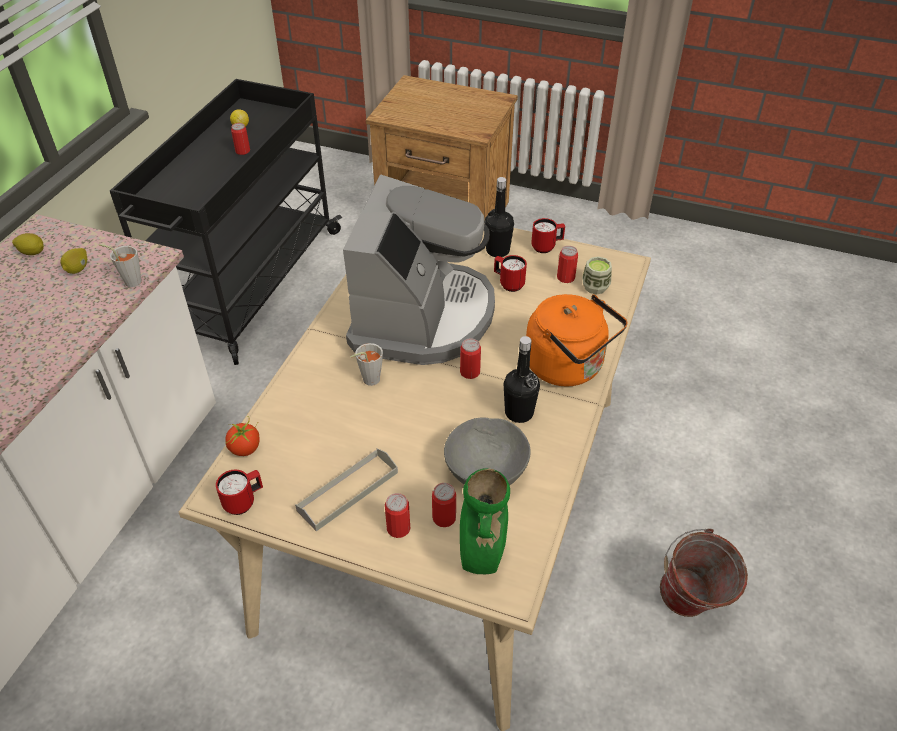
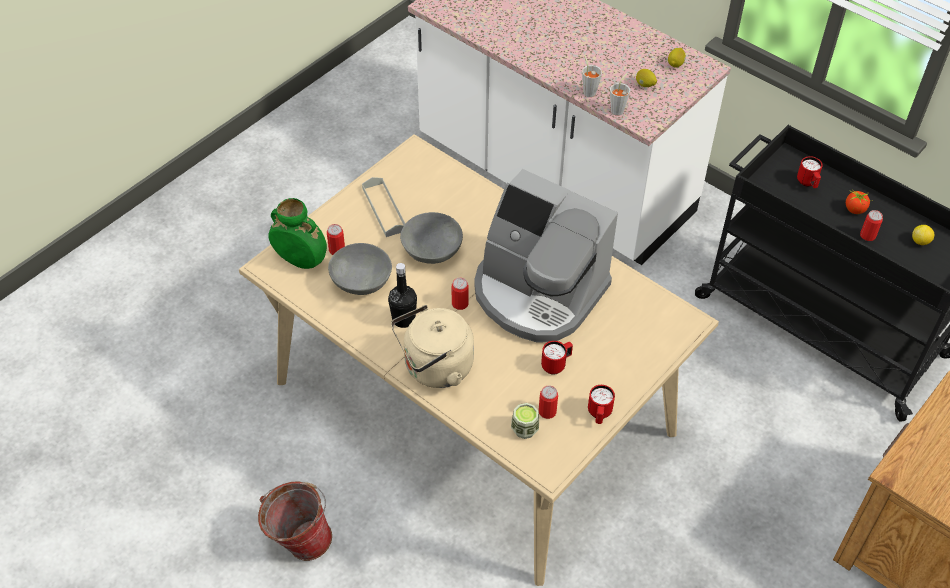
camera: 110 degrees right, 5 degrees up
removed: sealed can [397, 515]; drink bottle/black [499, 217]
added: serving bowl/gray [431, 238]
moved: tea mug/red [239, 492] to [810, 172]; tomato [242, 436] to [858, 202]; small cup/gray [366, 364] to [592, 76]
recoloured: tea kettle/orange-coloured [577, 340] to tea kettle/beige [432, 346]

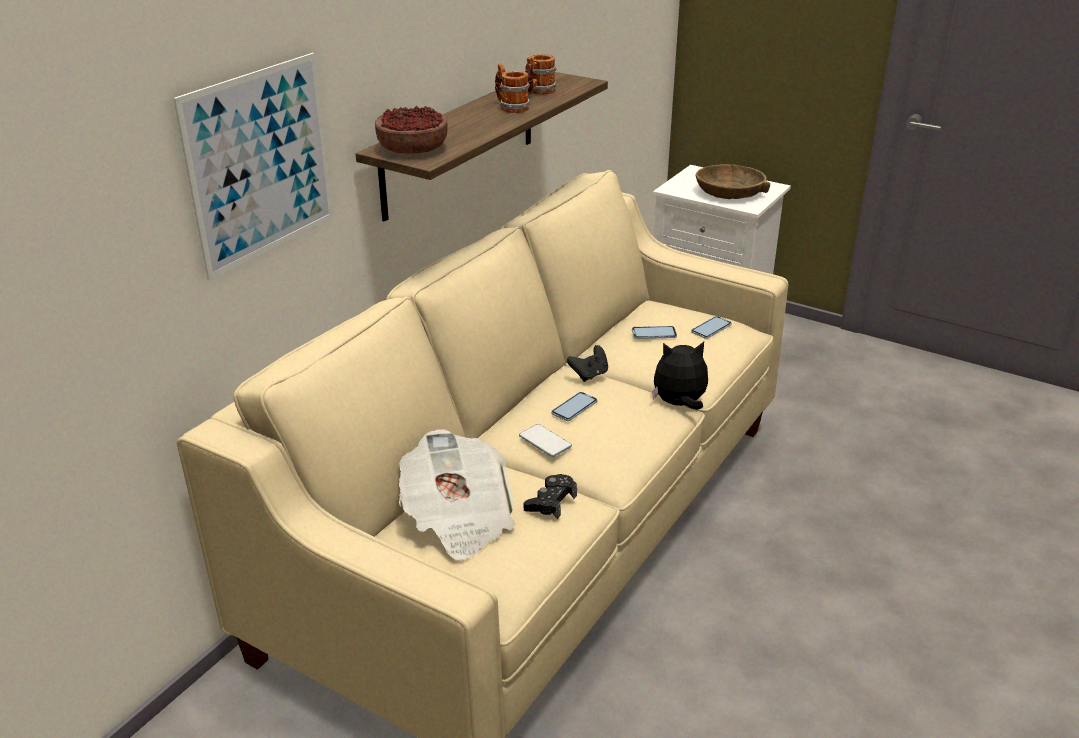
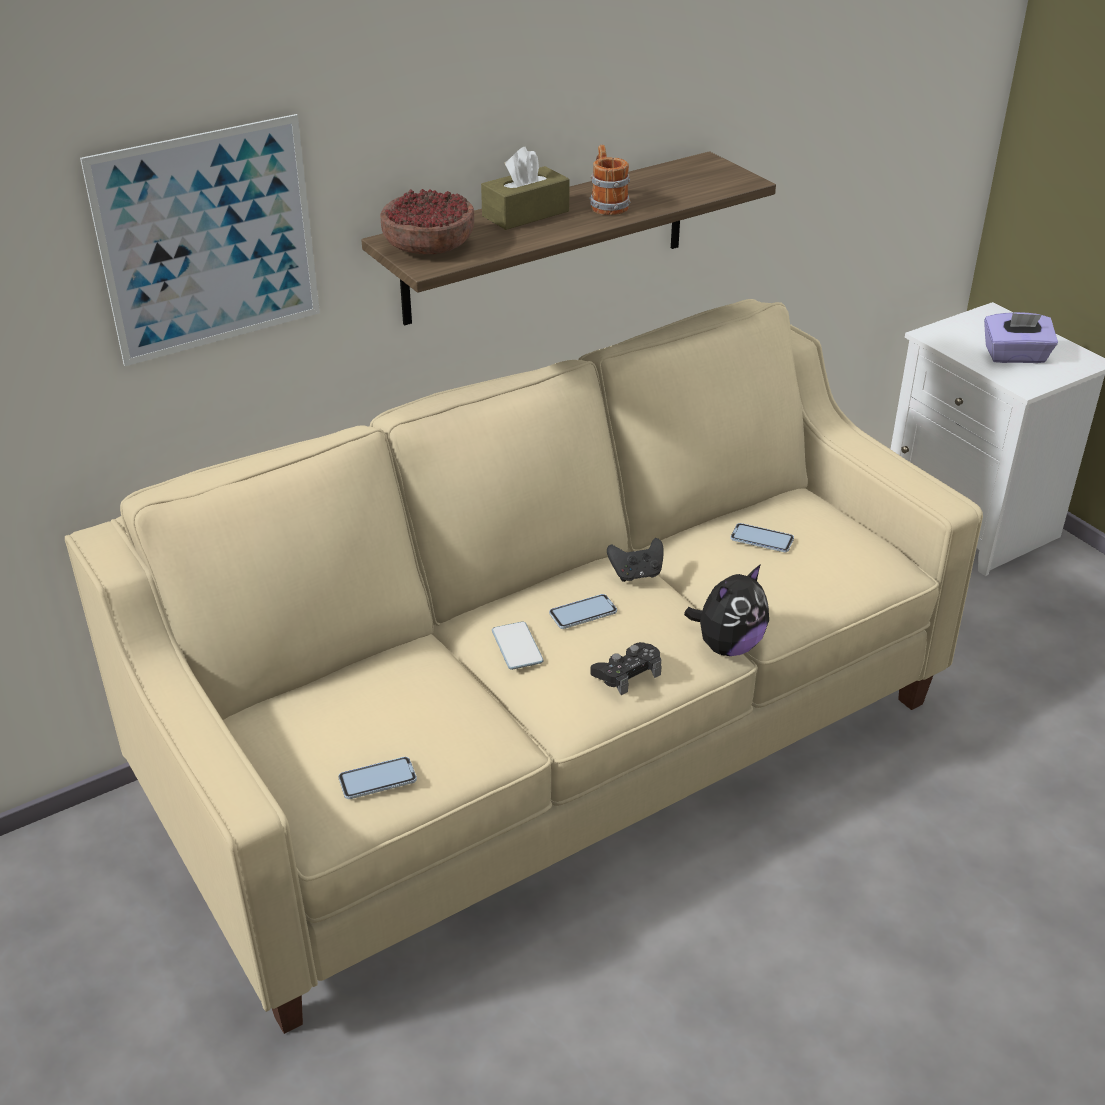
camera: 25 degrees right, 5 degrees up
removed: newspaper [457, 495]; tea mug [541, 74]
added: tissue holder/brown-coloured [525, 188]
moved: joypad/black [550, 496] to [625, 668]; handset [711, 327] to [377, 778]
replaced: serving bowl/brown-coloured [733, 181] to tissue holder/purplish [1021, 337]
turned: cuddly toy [680, 376] = [726, 610] 120 degrees clockwise

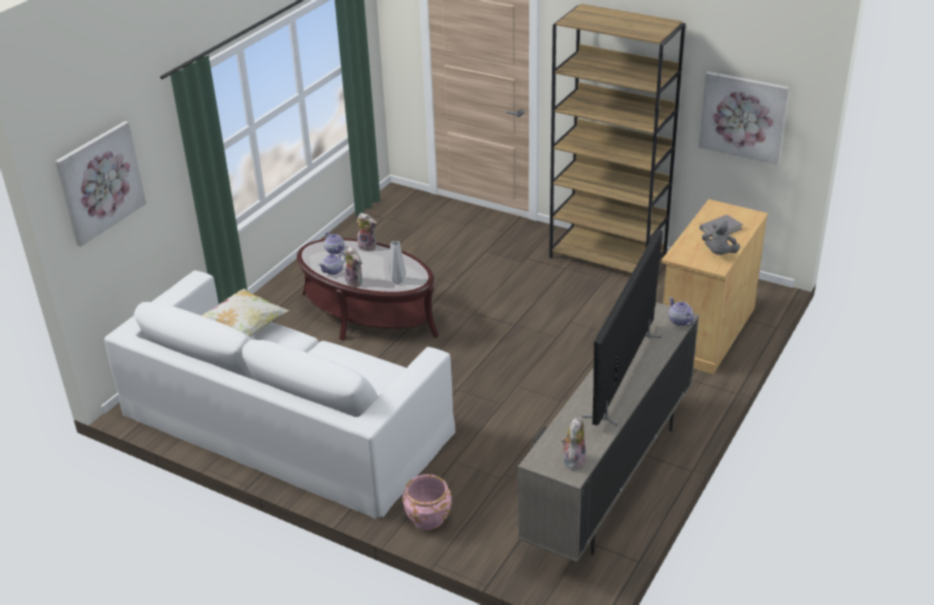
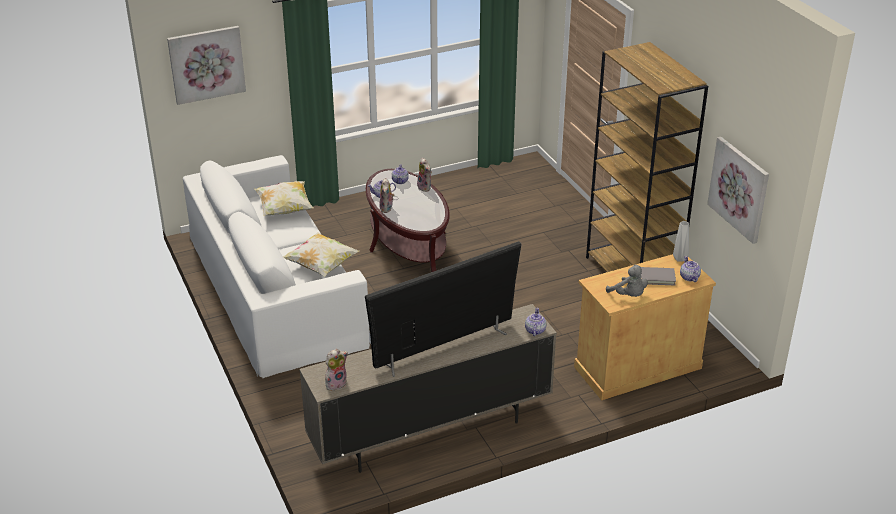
camera: 35 degrees right, 0 degrees up
removed: flower pot/pink [427, 502]
added: throw pillow [321, 254]; tea pot [690, 269]
moved: flower vase/gray [397, 262] to [681, 241]
turned: cuddly toy/gray [721, 237] = [627, 280] 90 degrees counterclockwise

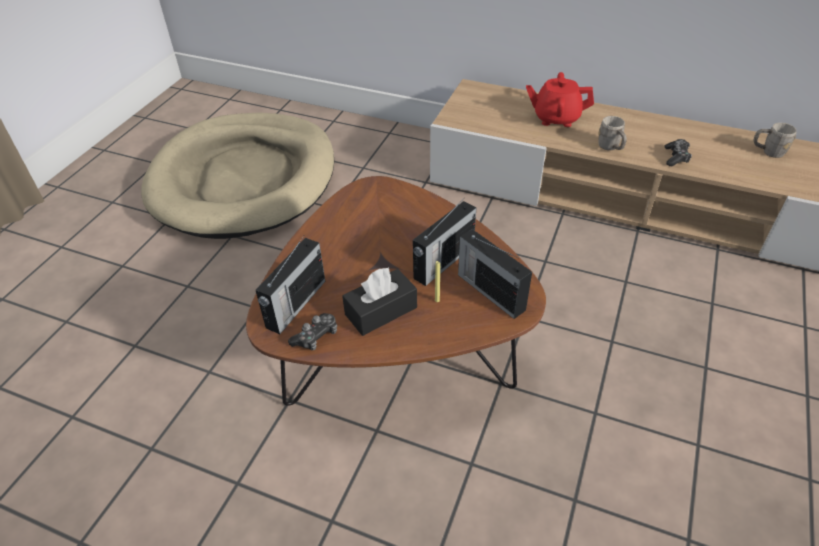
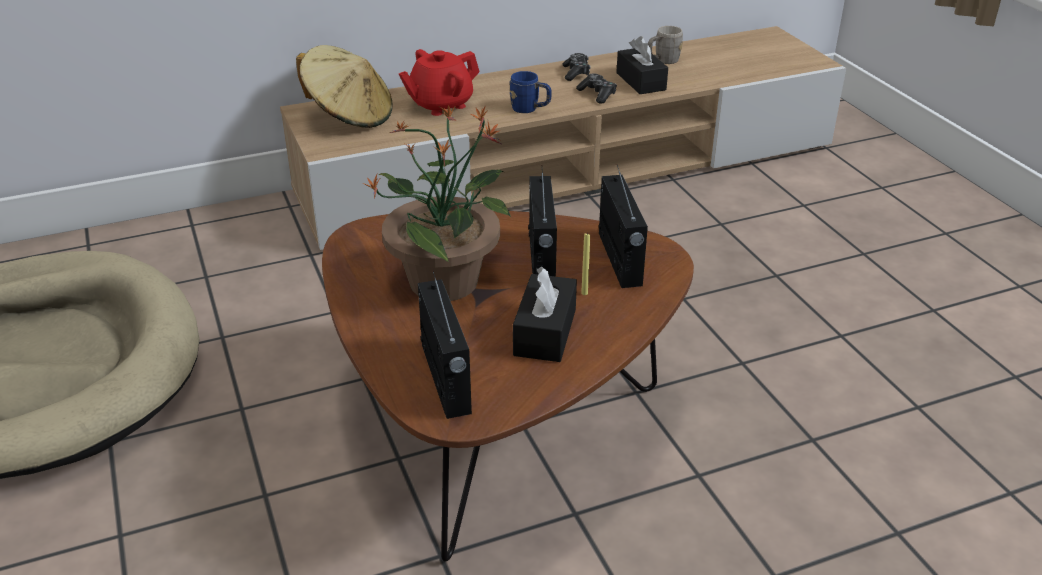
camera: 45 degrees left, 10 degrees down
added: wearable hat/beige [344, 86]; plant in a pot [436, 203]; tissue holder/black [642, 65]
moved: joypad [312, 331] to [577, 67]
recoloured: tea mug/gray [612, 133] to tea mug/blue-coloured [530, 92]
turned: radio set [495, 274] = [623, 226] 105 degrees counterclockwise

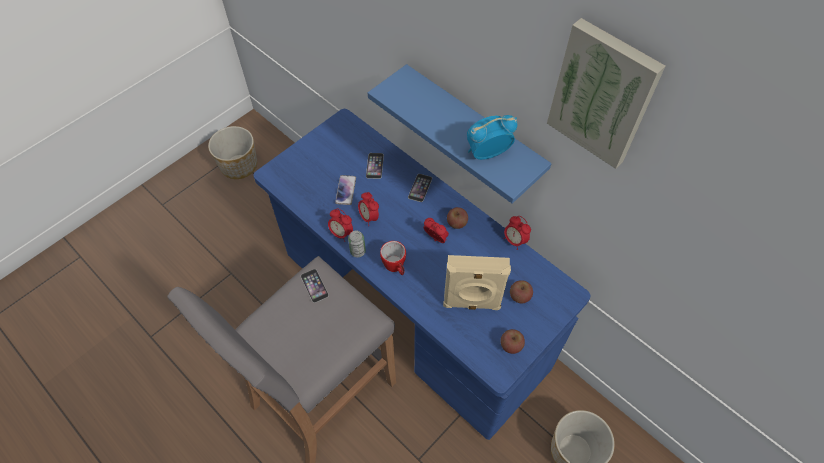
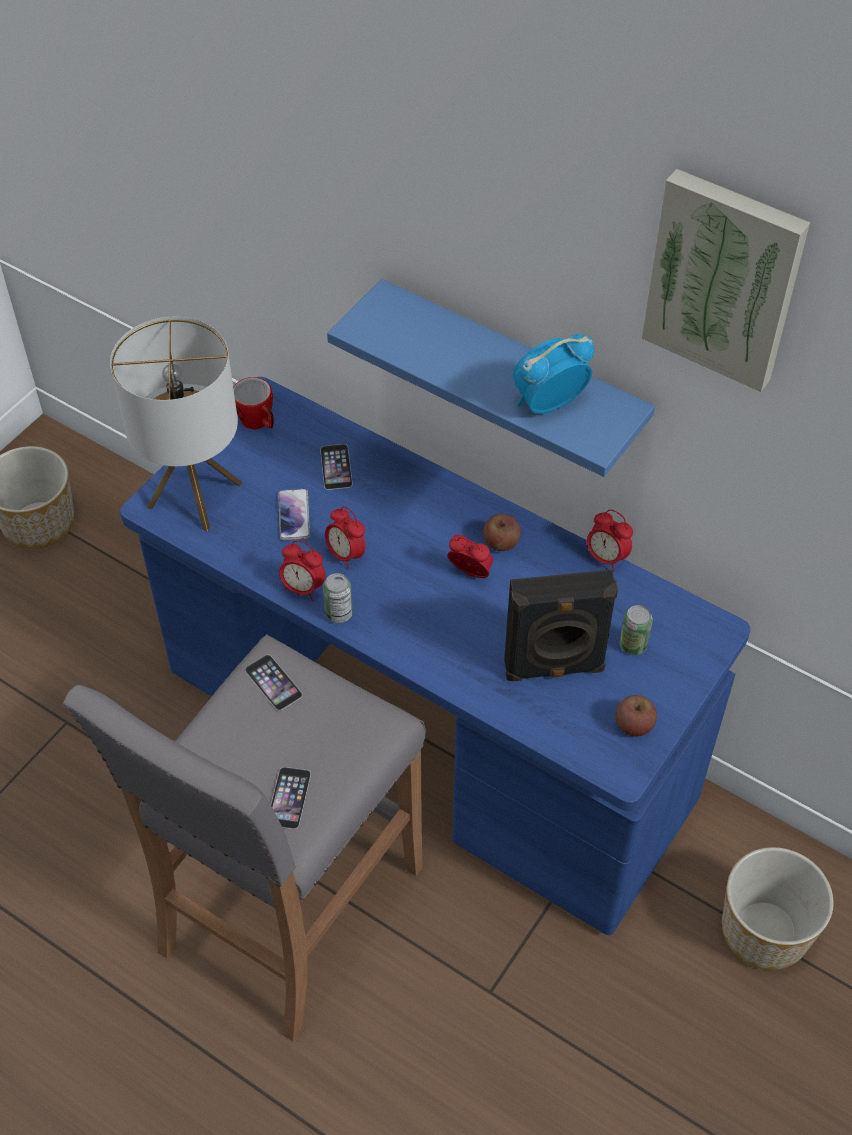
camera: 10 degrees left, 5 degrees down
added: table lamp [176, 424]
moved: tea mug [393, 258] to [253, 403]; handset [420, 188] to [291, 798]
replaced: apple [521, 291] to sealed can [636, 630]
recoloured: speaker/beige [477, 282] to speaker/black [561, 625]

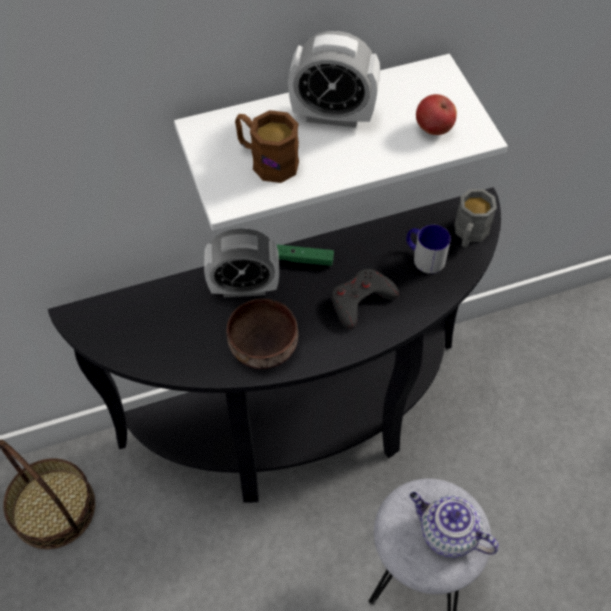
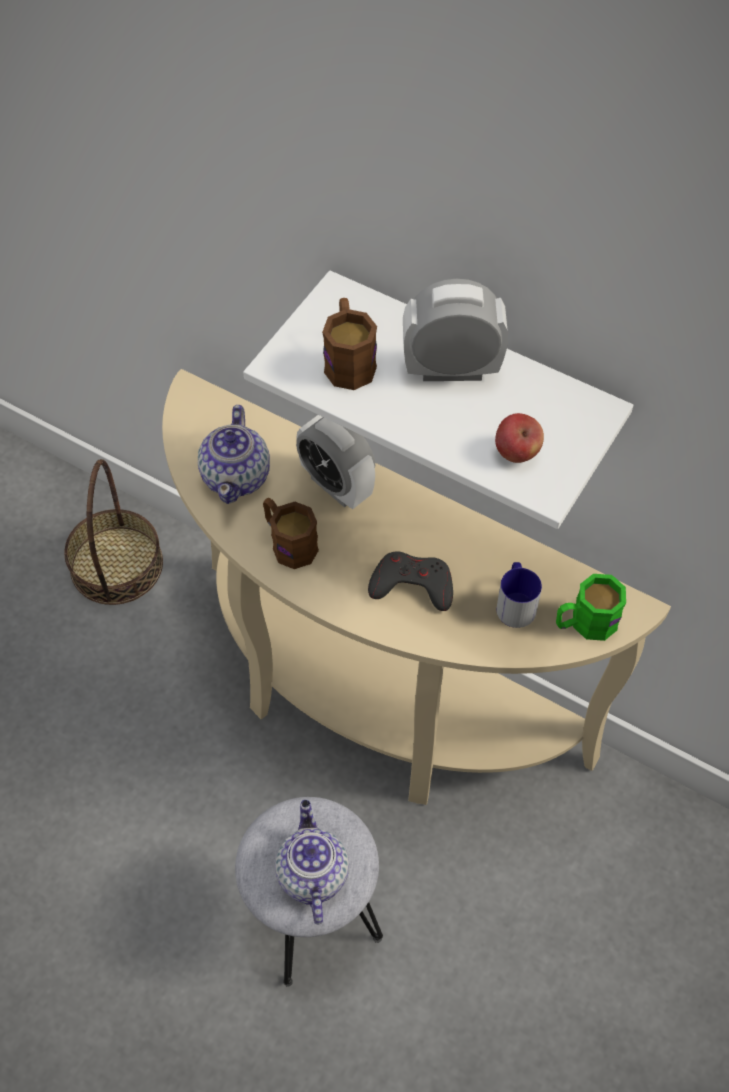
camera: 50 degrees right, 0 degrees up
removed: joypad/green [305, 255]
added: tea pot [234, 454]
replaced: serving bowl/brown-coloured [262, 334] to tea mug/brown-coloured [291, 533]
recoloured: console table/black [274, 345] to console table/beige [416, 587]; tea mug/gray [475, 218] to tea mug/green [591, 607]
turned: bedside clock [334, 79] = [455, 330] 120 degrees clockwise

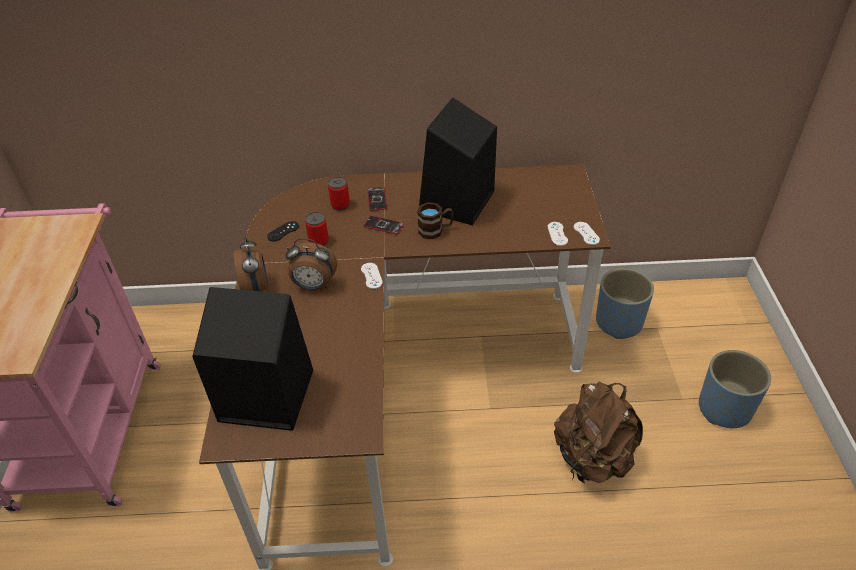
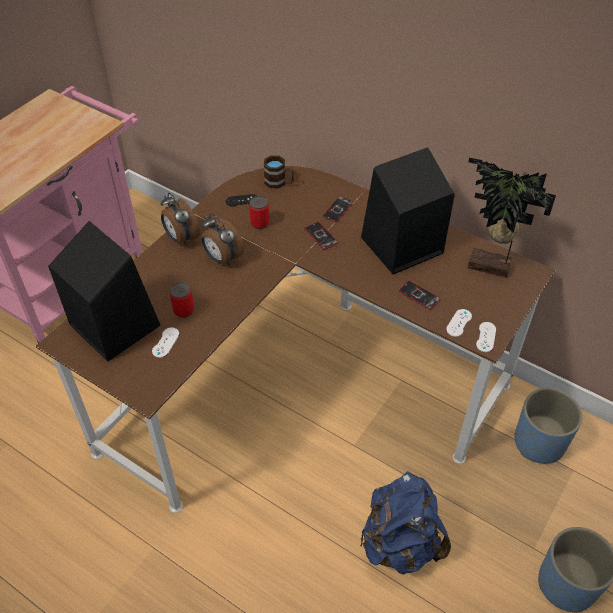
camera: 35 degrees right, 5 degrees up
added: handset [419, 295]; plant in a pot [512, 217]
moved: sealed can [339, 193] to [182, 300]; joypad/white [372, 276] to [165, 343]; tea mug/brown-coloured [435, 220] to [279, 172]
recoloured: rucksack/brown-coloured [598, 432] to rucksack/blue-coloured [405, 523]
turned: bedside clock [250, 264] = [180, 219] 120 degrees clockwise

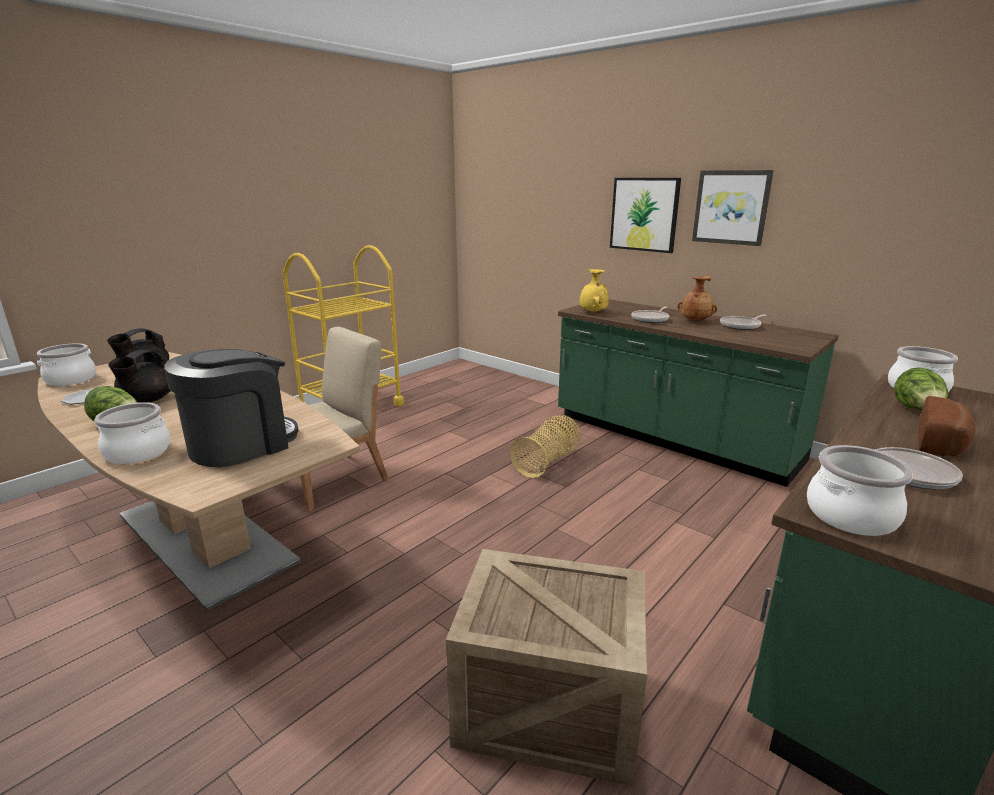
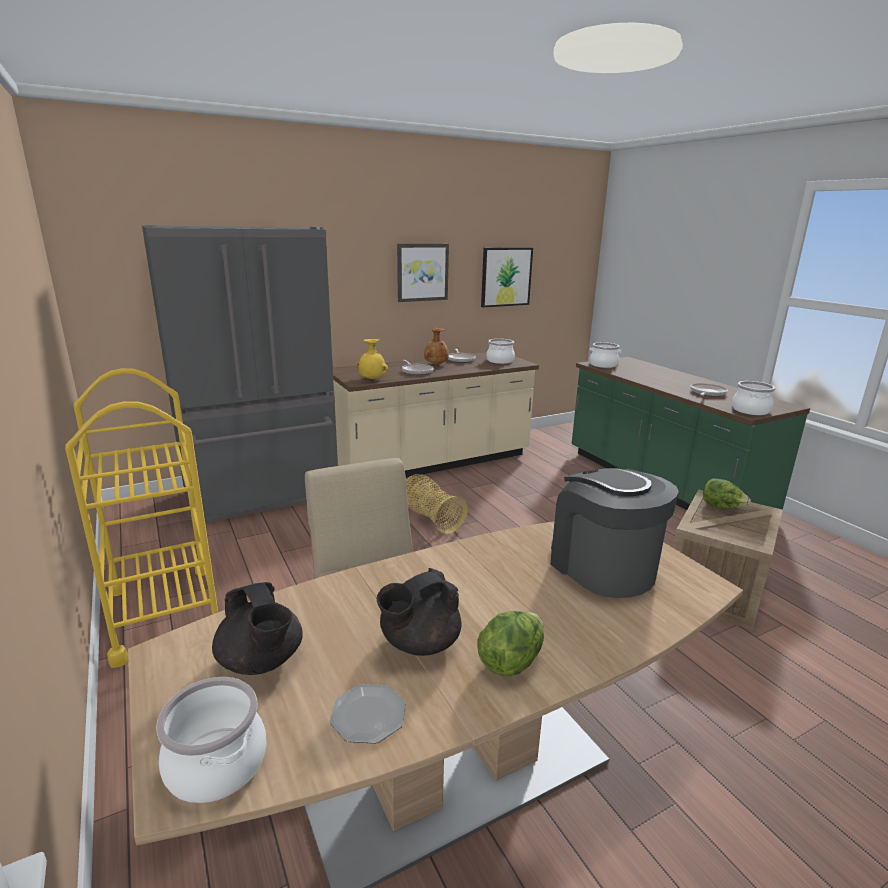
camera: 70 degrees left, 0 degrees up
removed: bakery bread [947, 426]
added: fridge/gray [240, 374]
moved: saucepot [132, 433] to [500, 351]; wall picture [645, 215] to [507, 277]; lettuce [921, 388] to [727, 493]
recoloured: kitchen base unit/green [698, 393] to kitchen base unit/beige [436, 415]
turned: tea pot/black [139, 376] = [419, 612] 105 degrees clockwise

